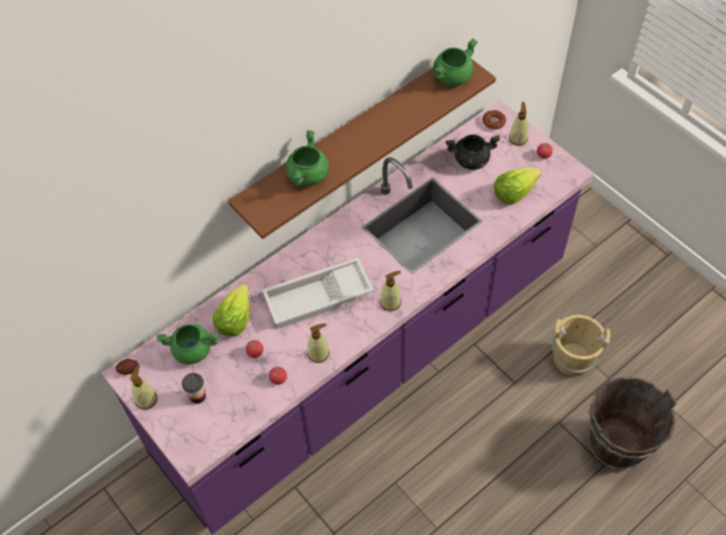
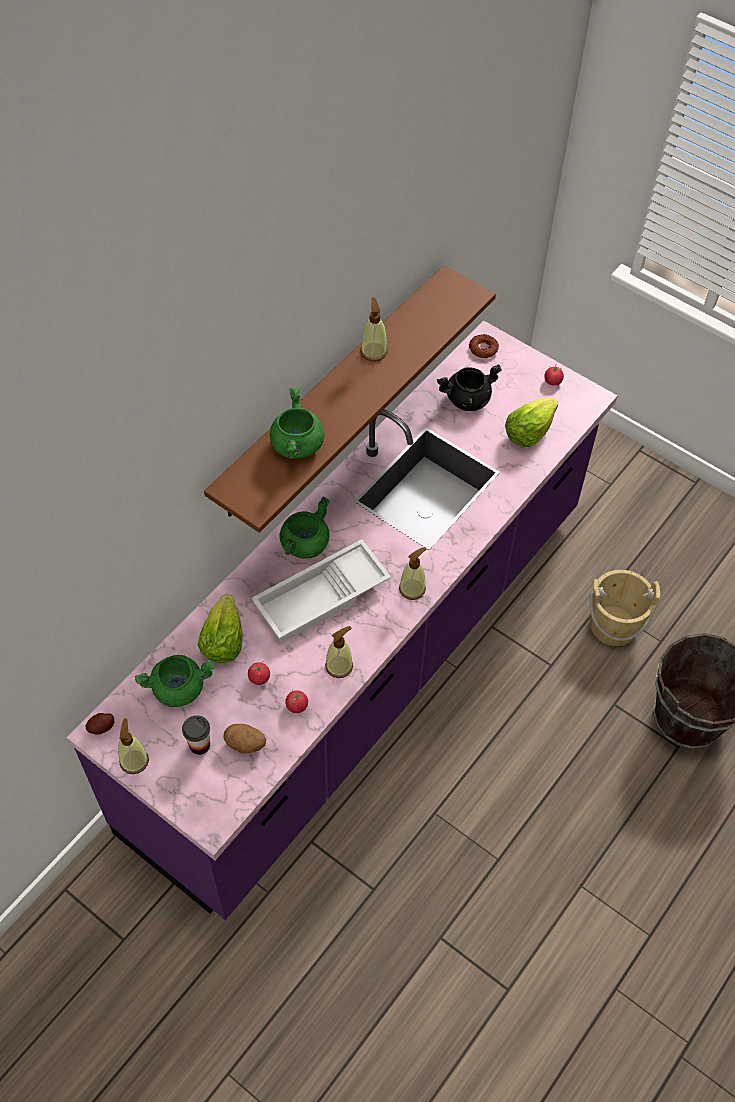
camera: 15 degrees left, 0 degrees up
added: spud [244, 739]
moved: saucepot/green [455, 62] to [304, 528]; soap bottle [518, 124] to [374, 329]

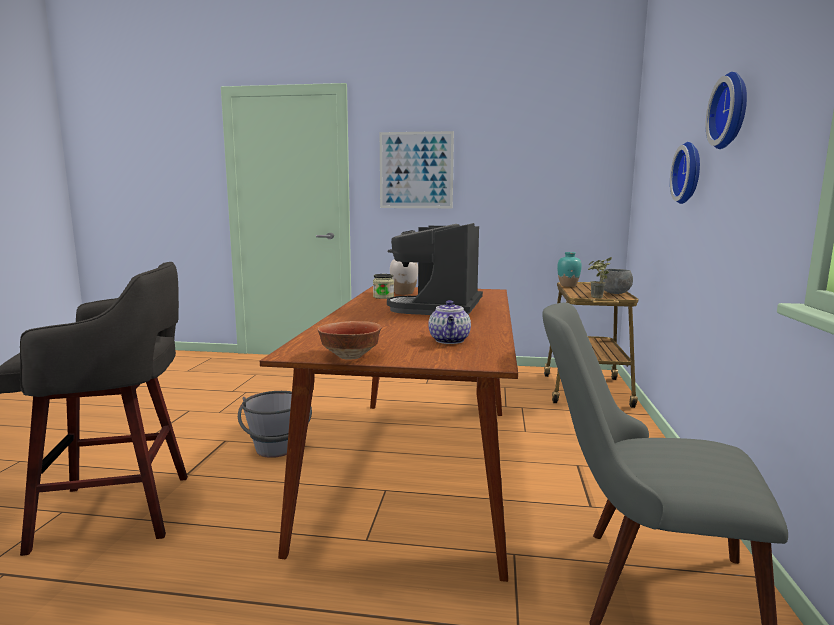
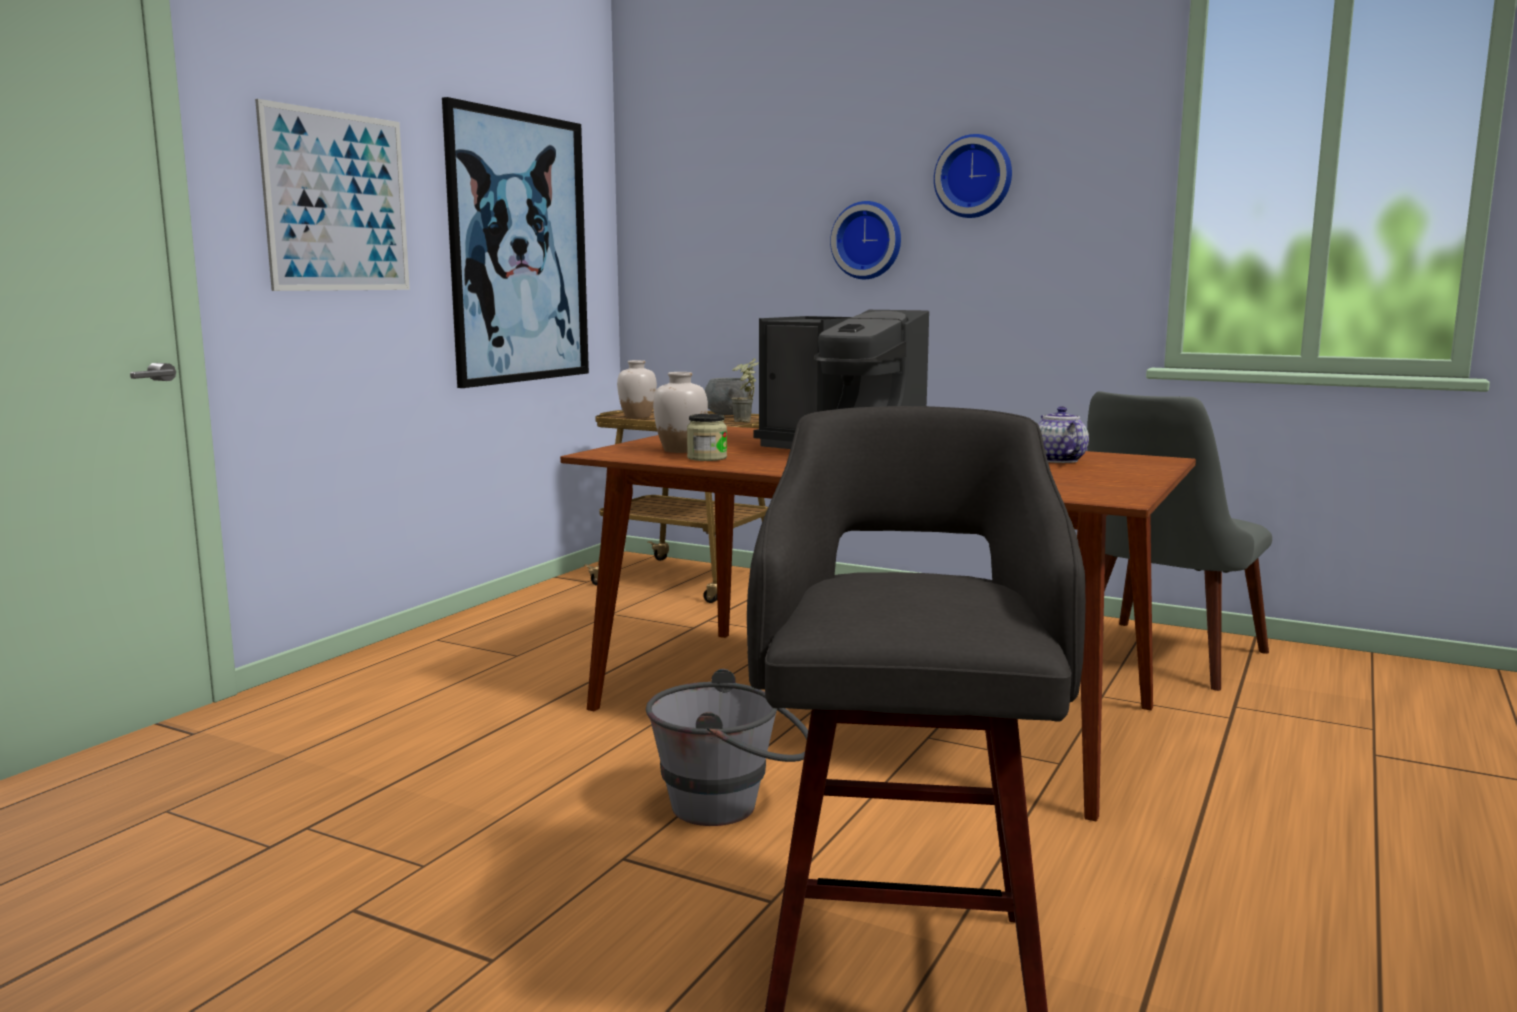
camera: 70 degrees left, 0 degrees up
removed: serving bowl [349, 340]
added: wall picture [515, 242]
recoloured: flower vase/blue-green [569, 269] to flower vase/white [637, 389]
turned: tea pot [449, 322] = [1063, 434] 120 degrees counterclockwise

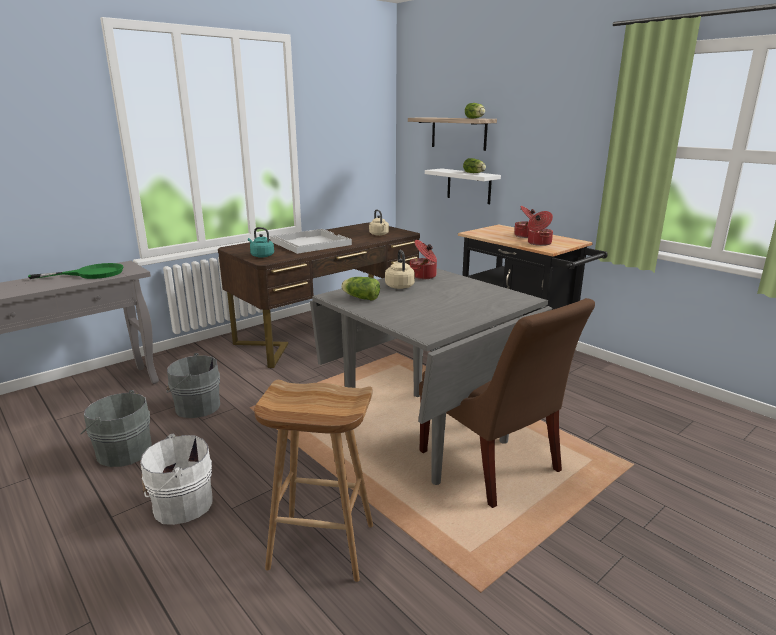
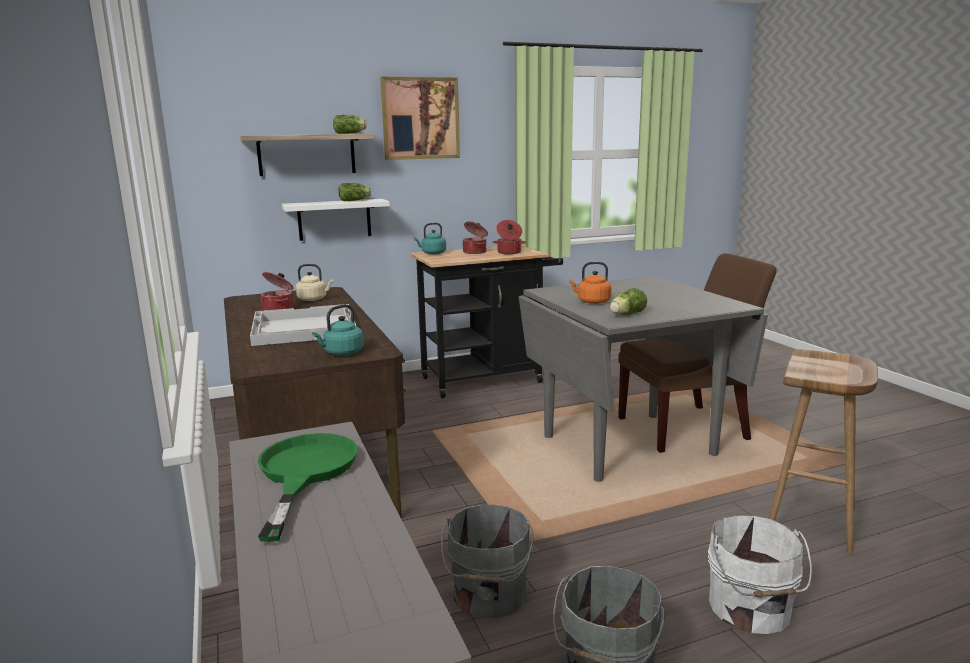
camera: 70 degrees left, 5 degrees down
added: wall picture [420, 118]; tea kettle/blue-green [430, 238]
moved: saucepot [423, 259] to [276, 291]
recoloured: tea kettle/beige [400, 269] to tea kettle/orange-coloured [590, 283]

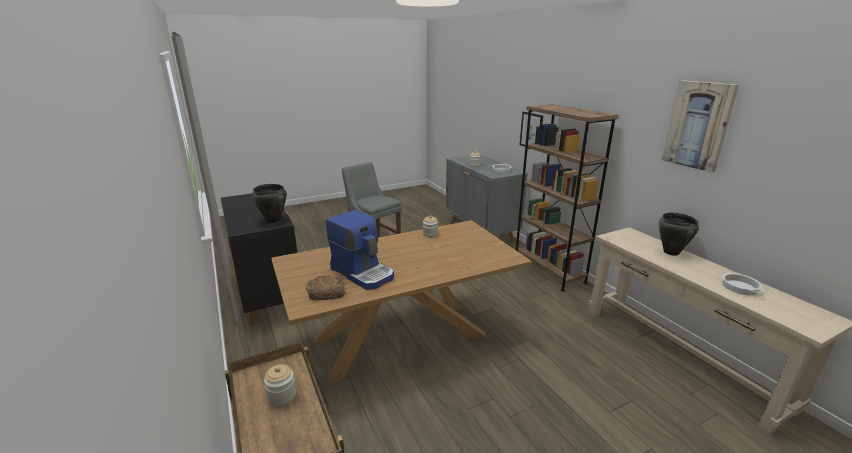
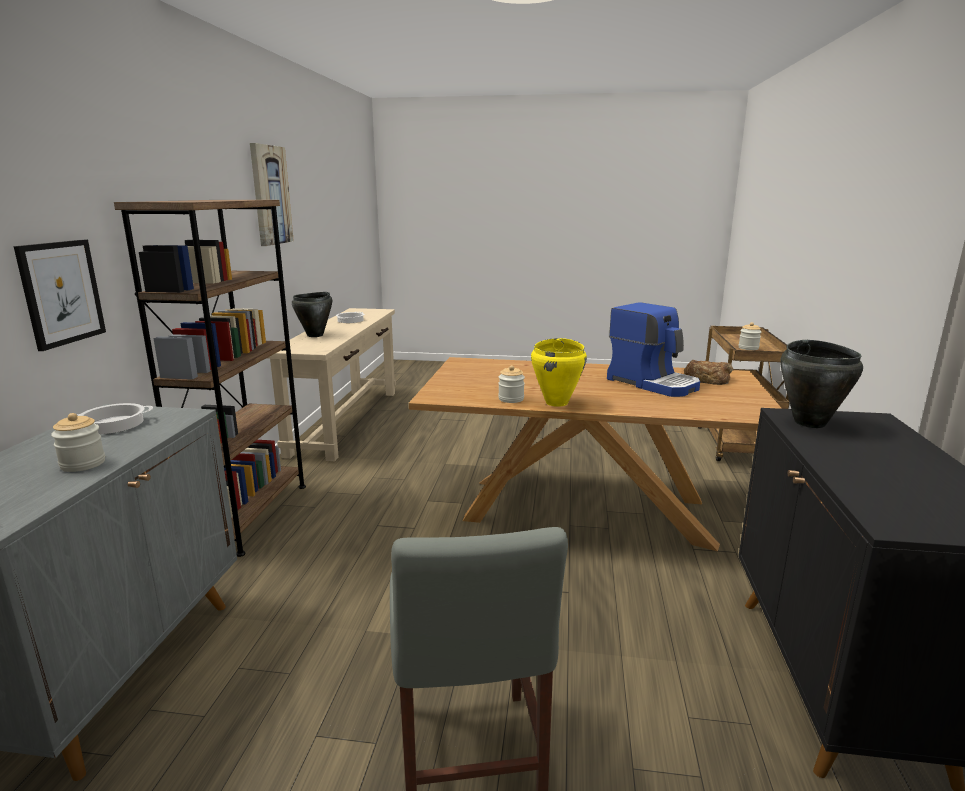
camera: 145 degrees left, 5 degrees down
added: saucepot/yellow [559, 372]
turned: coffee maker [360, 250] = [653, 349] 150 degrees clockwise

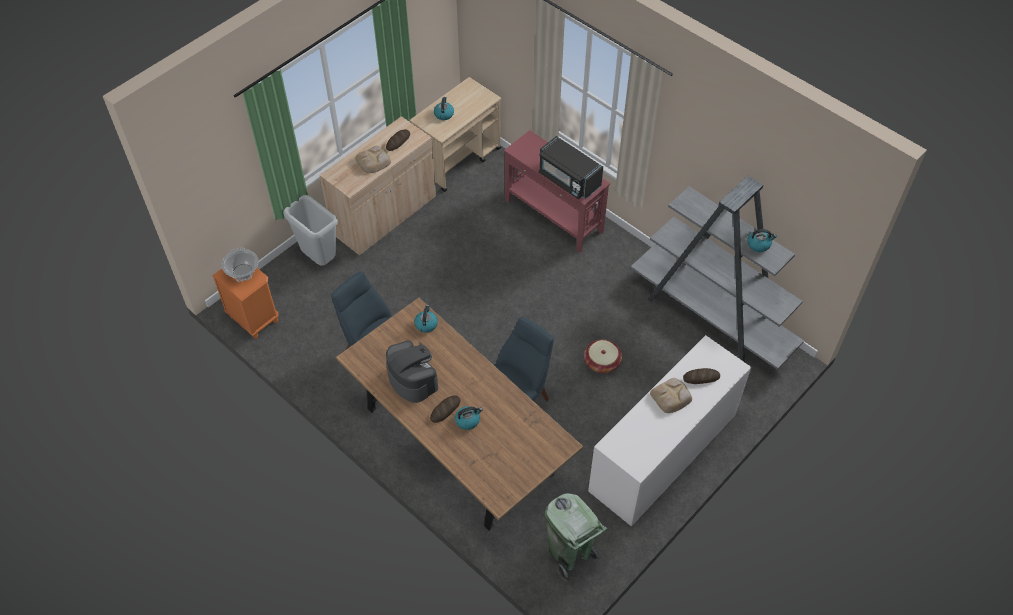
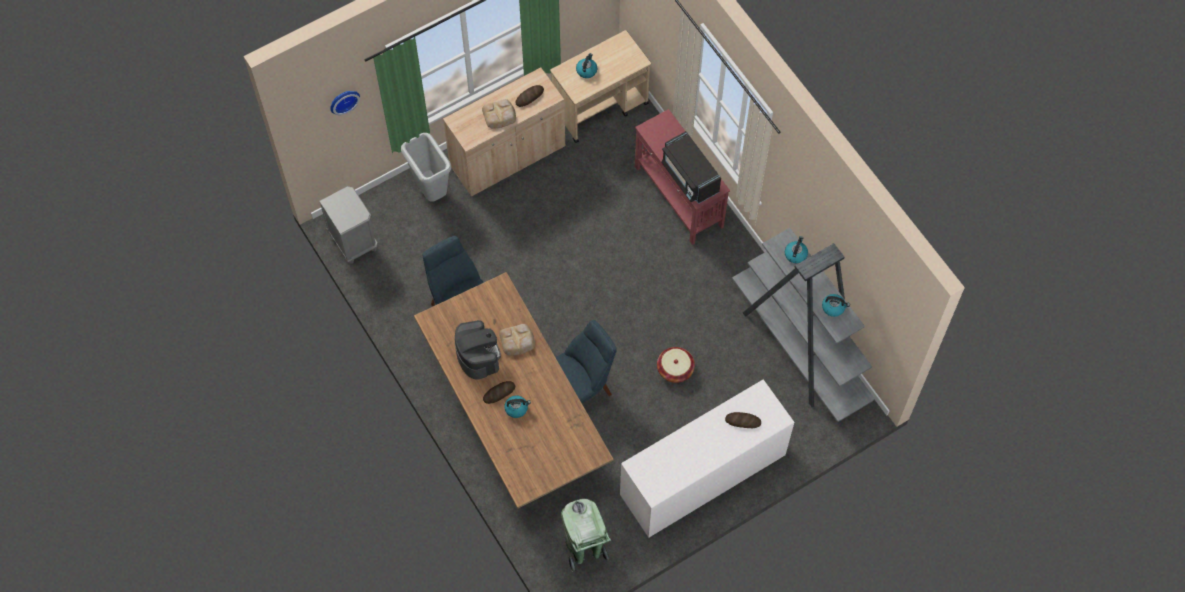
camera: 15 degrees right, 10 degrees up
removed: saucepot [240, 264]
added: wall clock [345, 103]
moved: tea kettle [426, 319] to [796, 249]; bakery bread [671, 395] to [517, 339]
recoloured: nightstand/orange-coloured [245, 303] to nightstand/gray [348, 225]

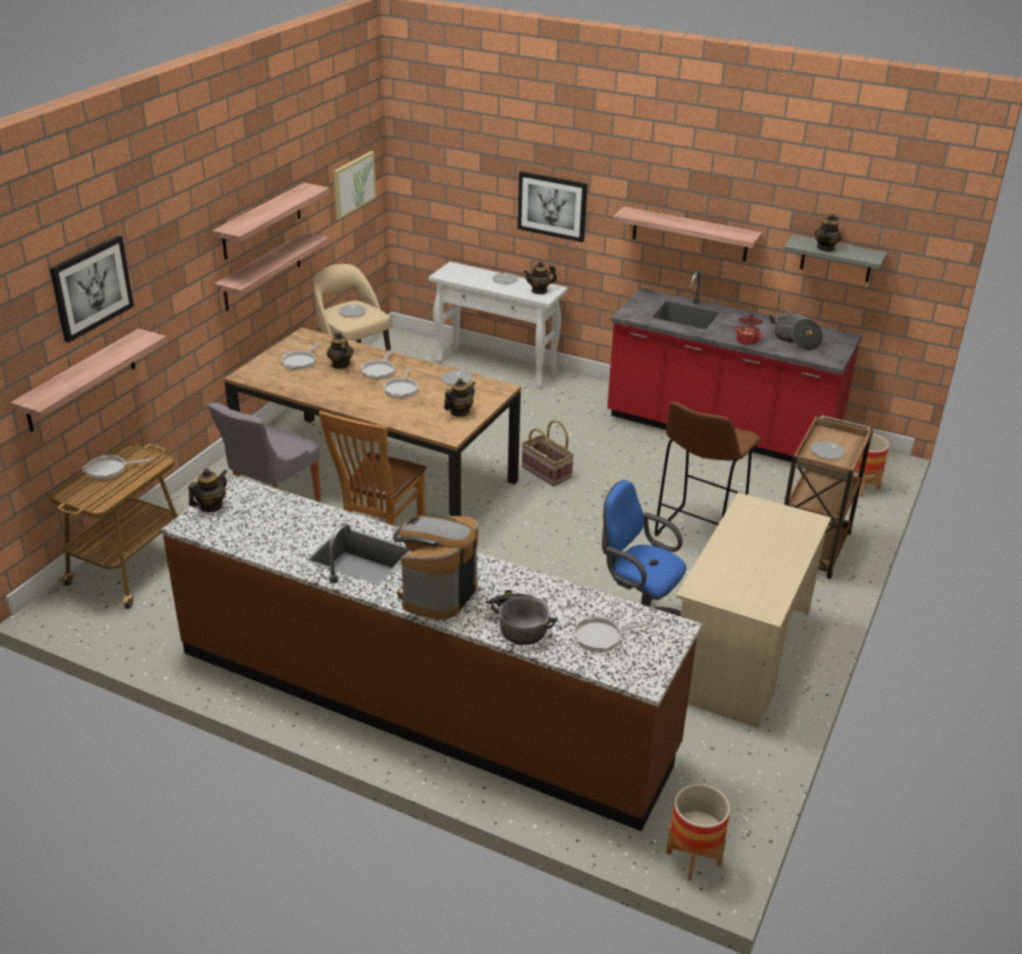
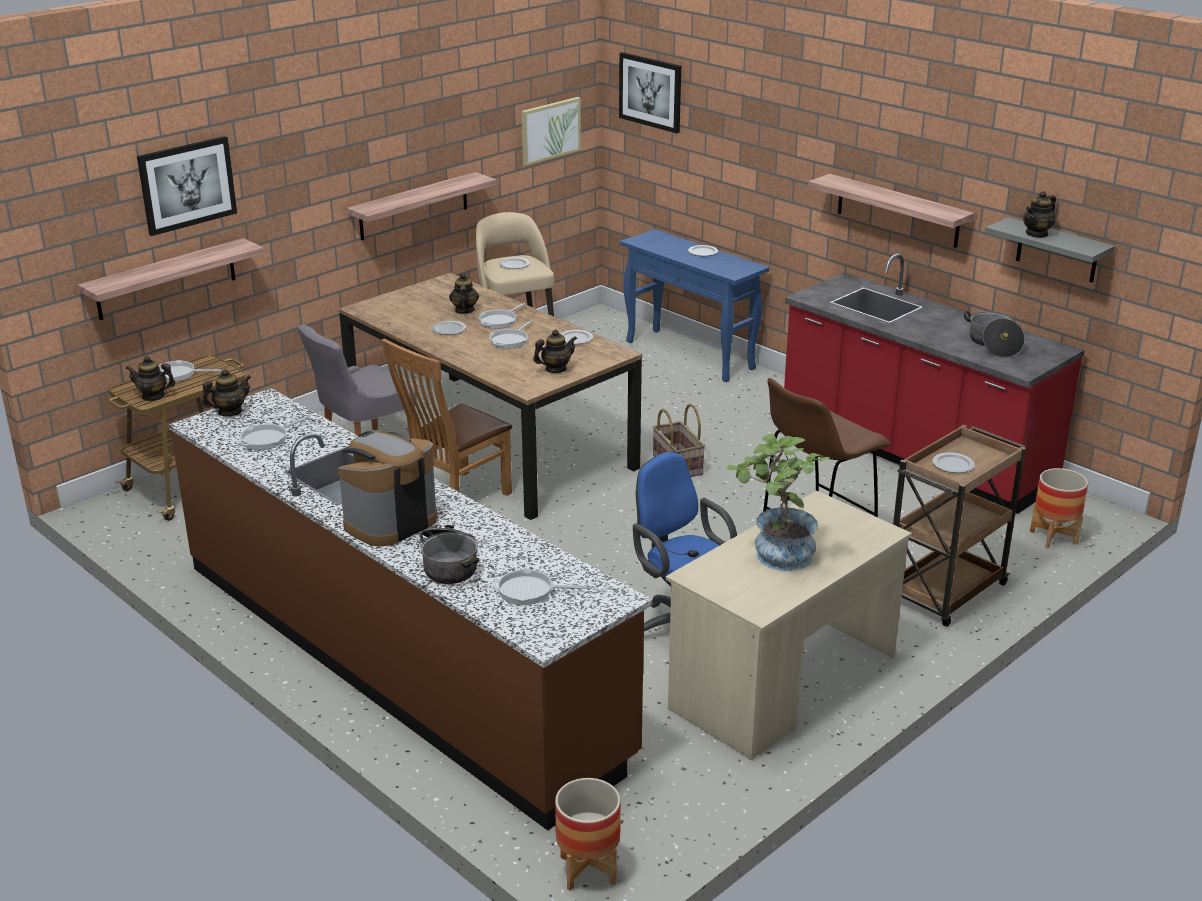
camera: 20 degrees right, 5 degrees down
removed: bracket shelf [271, 221]; saucepot [748, 330]
added: plate [449, 328]; plant in a pot [778, 502]
moved: pan [301, 356] to [273, 433]; wall picture [552, 206] to [650, 92]; tea pot [540, 277] to [151, 378]
recoloured: console table/white [498, 325] to console table/blue-coloured [694, 305]

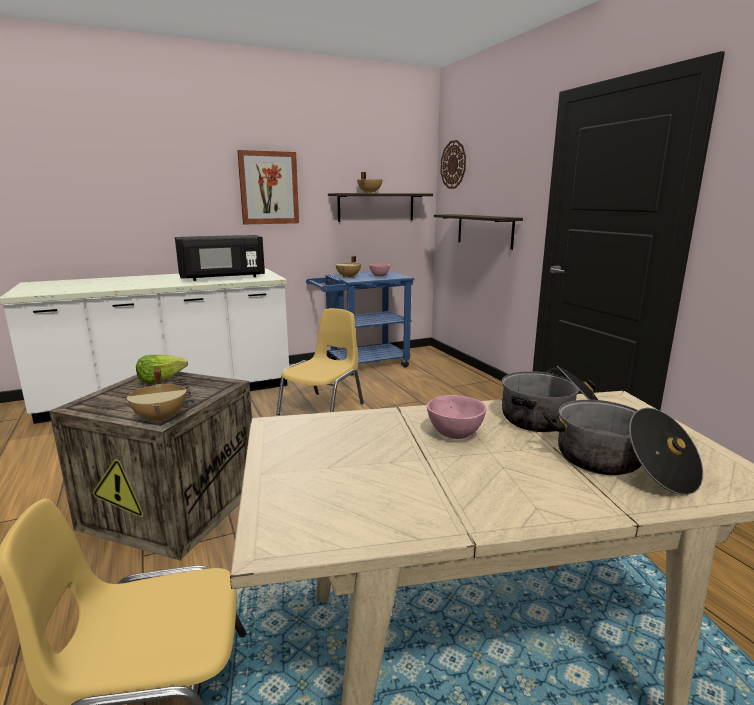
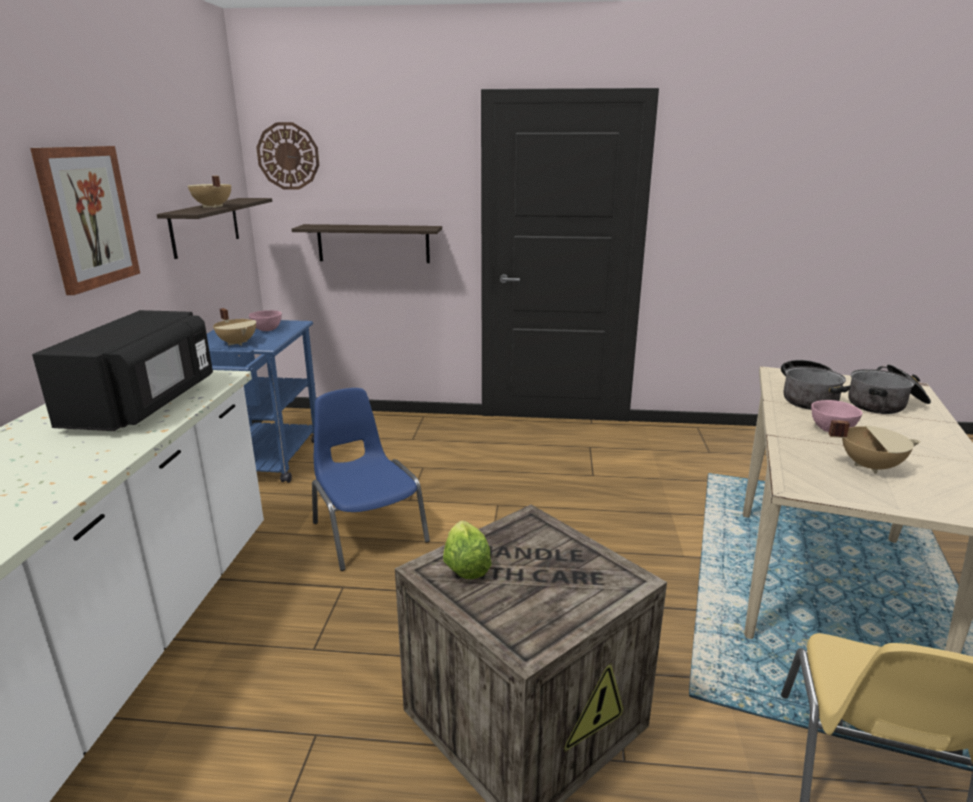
camera: 60 degrees left, 5 degrees up
moved: saucepot/beige [157, 396] to [874, 447]
recoloured: plain chair/yellow [320, 361] to plain chair/blue-coloured [371, 479]

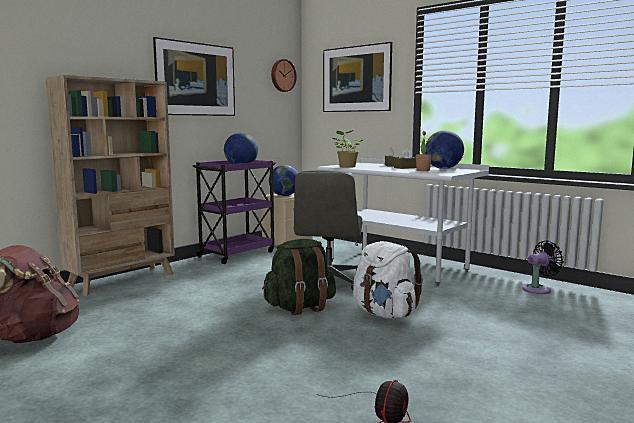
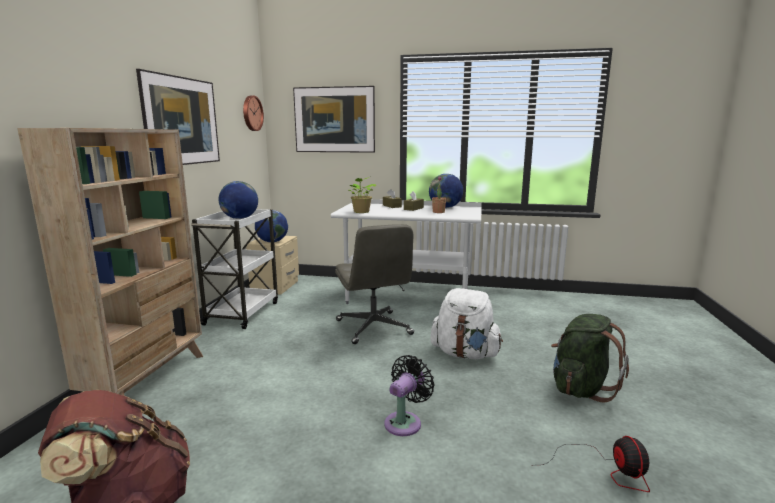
camera: 30 degrees left, 5 degrees up
moved: rucksack/green [299, 277] to [590, 358]; fan/black [543, 267] to [409, 395]
recoloured: trolley/purplish [234, 212] to trolley/white [234, 269]

